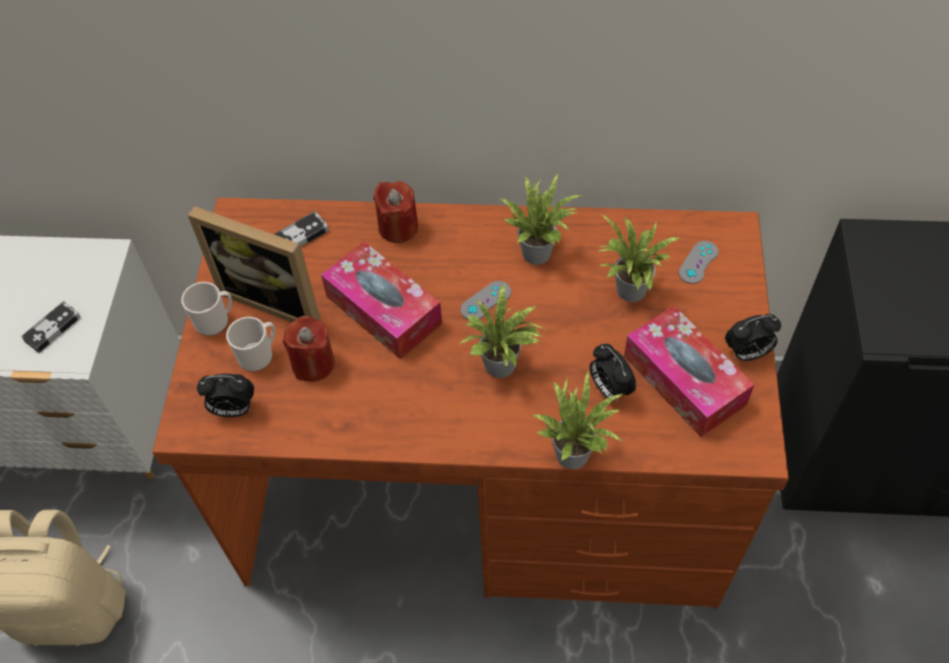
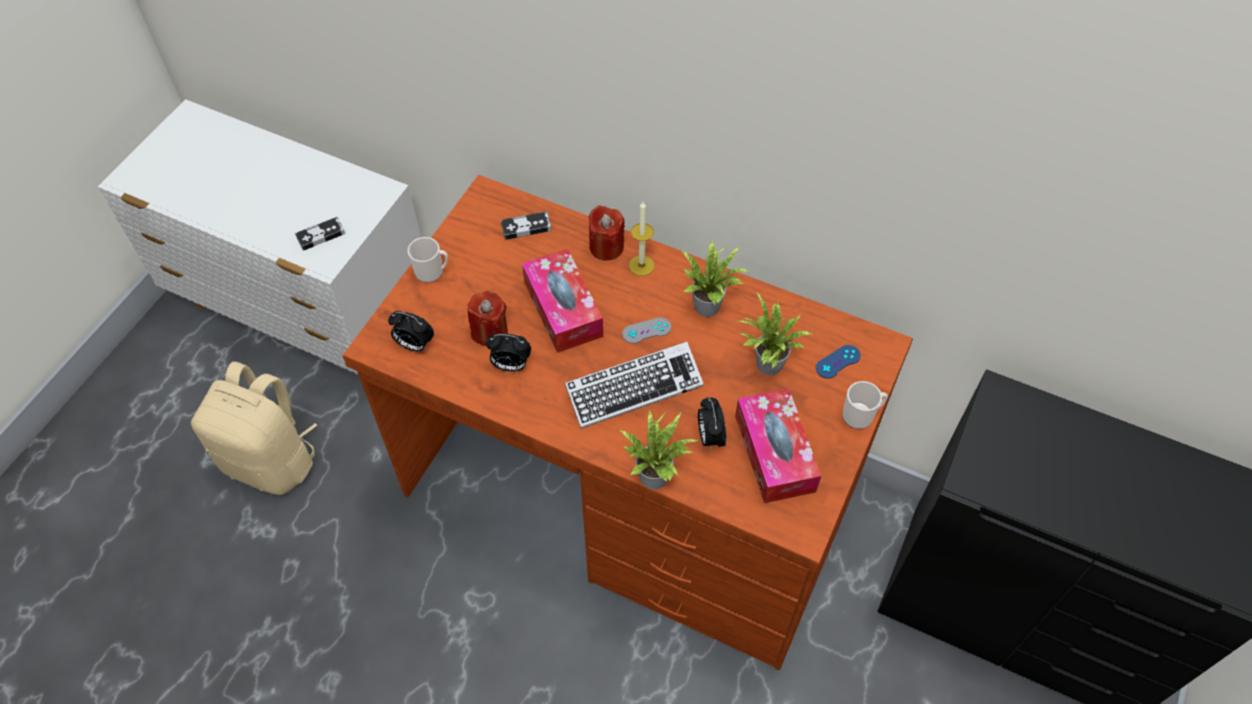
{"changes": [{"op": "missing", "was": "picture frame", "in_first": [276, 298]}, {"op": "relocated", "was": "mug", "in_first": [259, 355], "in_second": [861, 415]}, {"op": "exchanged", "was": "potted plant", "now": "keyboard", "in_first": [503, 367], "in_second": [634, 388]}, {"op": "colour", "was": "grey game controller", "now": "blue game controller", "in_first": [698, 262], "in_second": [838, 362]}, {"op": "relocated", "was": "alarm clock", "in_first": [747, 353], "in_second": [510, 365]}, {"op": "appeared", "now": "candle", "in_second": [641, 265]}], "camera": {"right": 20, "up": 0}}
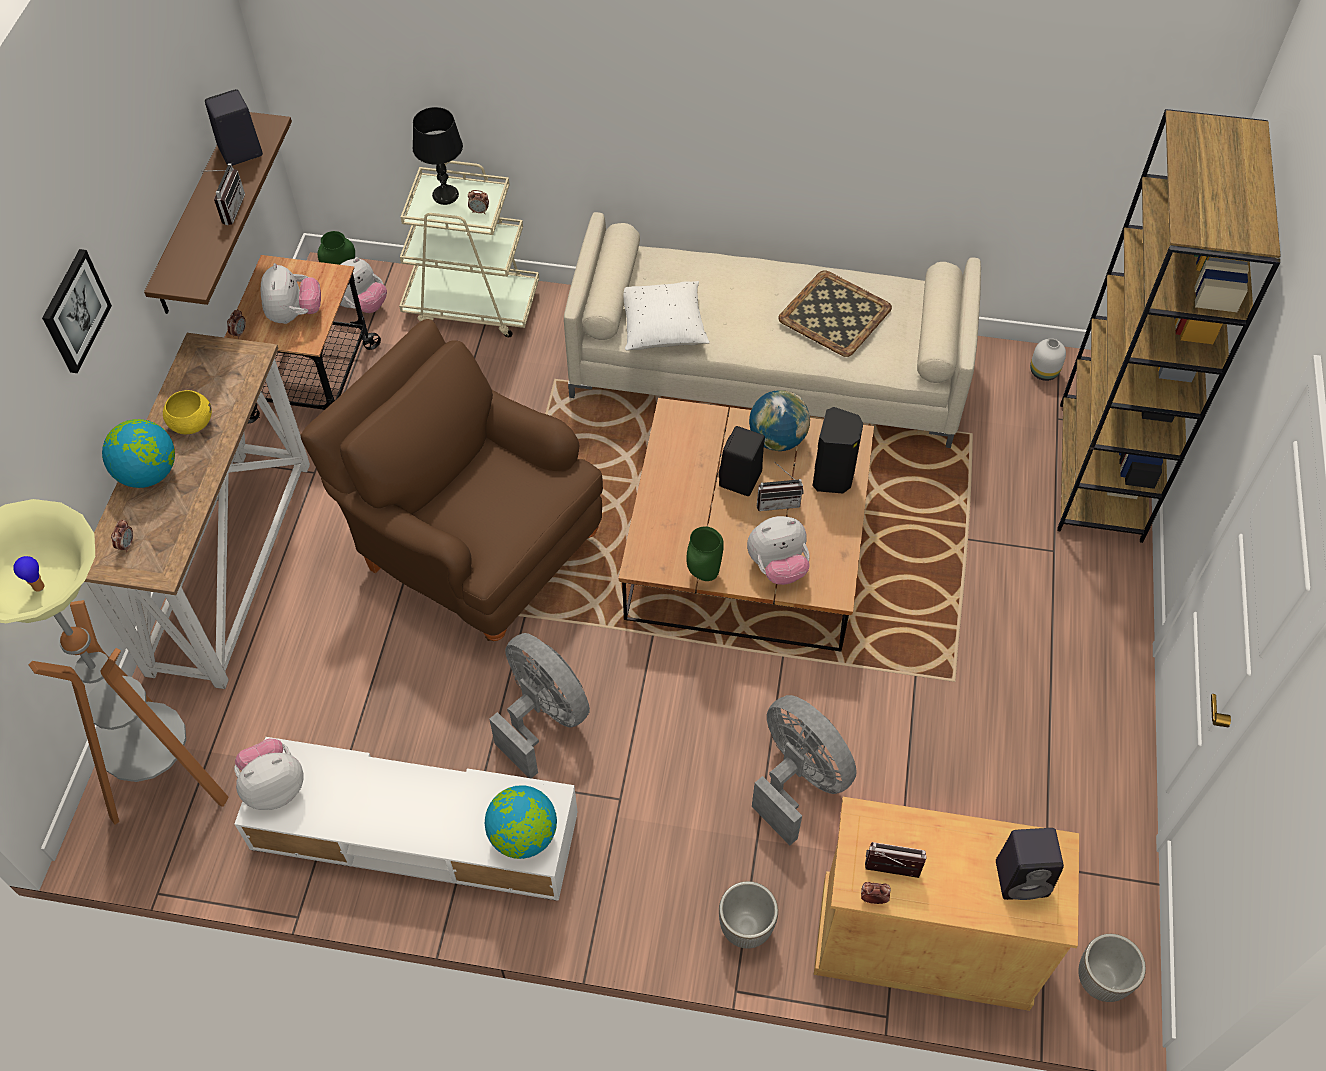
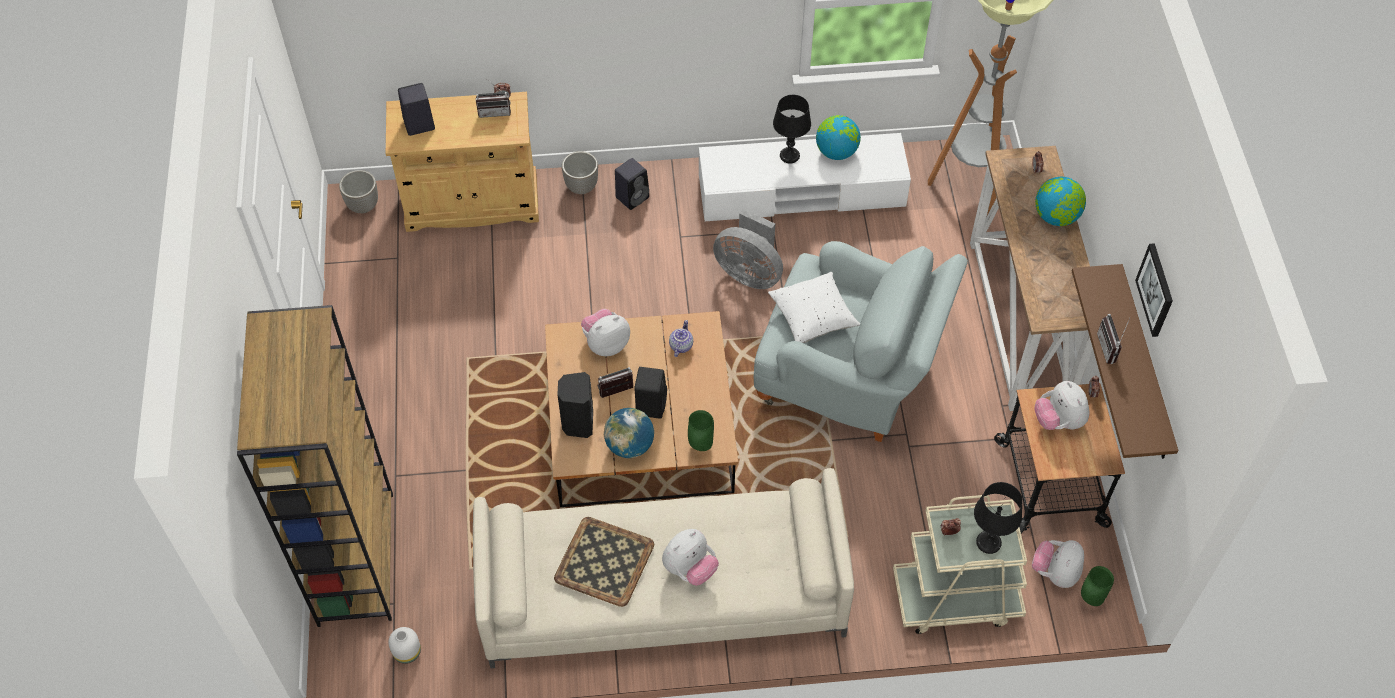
{"changes": [{"op": "relocated", "was": "picture", "in_first": [74, 311], "in_second": [1156, 290]}, {"op": "missing", "was": "yellow bowl", "in_first": [191, 423]}, {"op": "relocated", "was": "black speaker", "in_first": [239, 152], "in_second": [633, 196]}, {"op": "relocated", "was": "plush toy", "in_first": [274, 786], "in_second": [690, 568]}, {"op": "colour", "was": "brown armchair", "now": "grey armchair", "in_first": [473, 545], "in_second": [850, 377]}, {"op": "relocated", "was": "globe", "in_first": [523, 836], "in_second": [836, 152]}, {"op": "relocated", "was": "white pillow", "in_first": [662, 327], "in_second": [813, 317]}, {"op": "relocated", "was": "green vase", "in_first": [703, 574], "in_second": [701, 446]}, {"op": "missing", "was": "grey fan", "in_first": [798, 780]}, {"op": "appeared", "now": "teapot", "in_second": [680, 345]}, {"op": "appeared", "now": "black table lamp", "in_second": [790, 156]}], "camera": {"right": 165, "up": 0}}
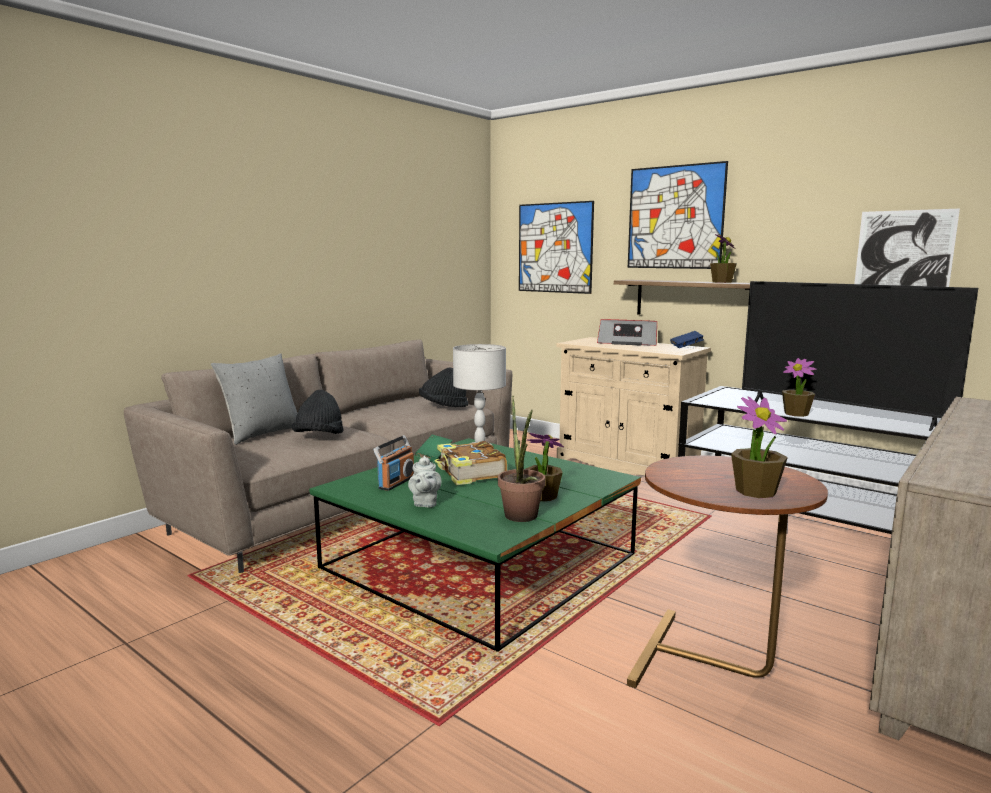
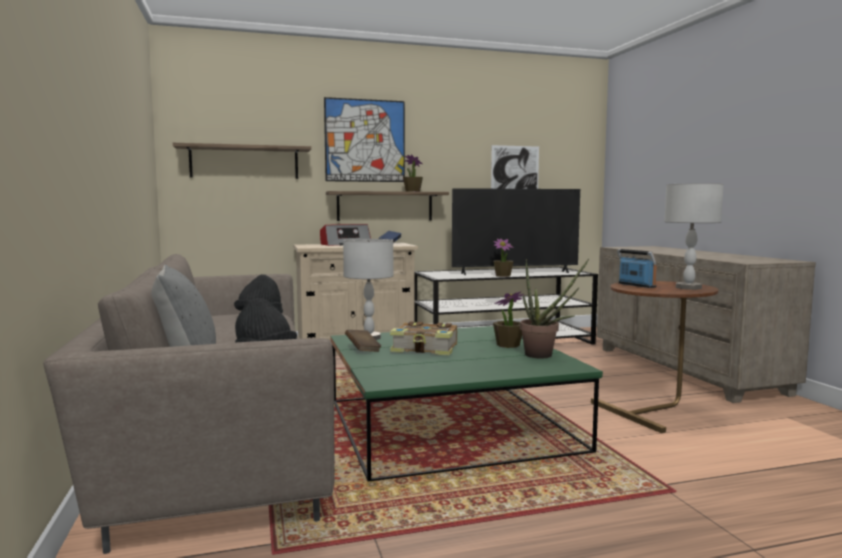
{"changes": [{"op": "relocated", "was": "radio", "in_first": [396, 482], "in_second": [636, 285]}, {"op": "missing", "was": "grey teapot", "in_first": [425, 503]}, {"op": "colour", "was": "green book", "now": "brown book", "in_first": [434, 457], "in_second": [363, 349]}, {"op": "exchanged", "was": "picture", "now": "shelf", "in_first": [554, 248], "in_second": [244, 162]}, {"op": "exchanged", "was": "potted plant", "now": "grey table lamp", "in_first": [756, 491], "in_second": [688, 287]}], "camera": {"right": -55, "up": -5}}
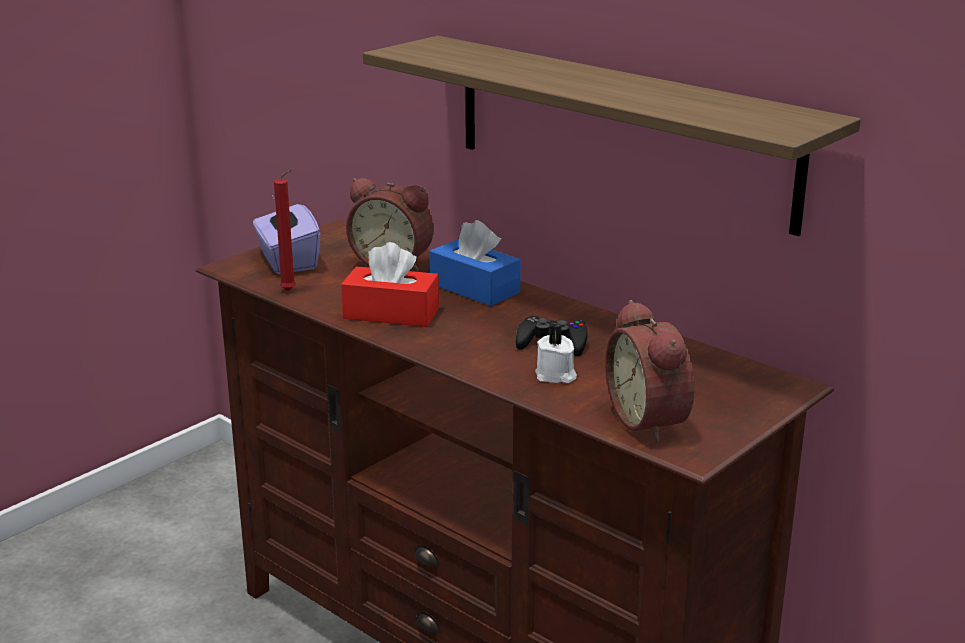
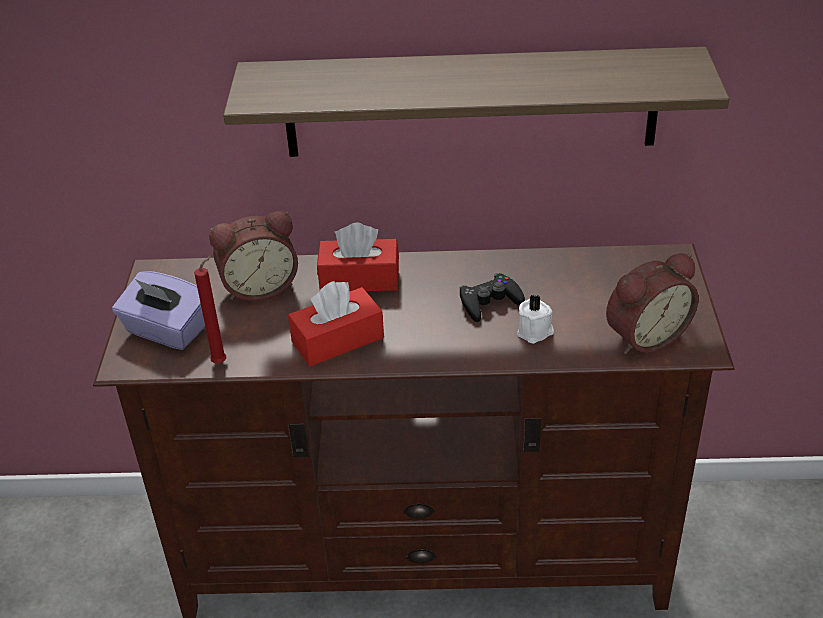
{"changes": [{"op": "colour", "was": "blue tissue box", "now": "red tissue box", "in_first": [474, 288], "in_second": [359, 279]}, {"op": "spun", "was": "alarm clock", "in_first": [652, 420], "in_second": [644, 336], "clockwise": -60}], "camera": {"right": -40, "up": 15}}
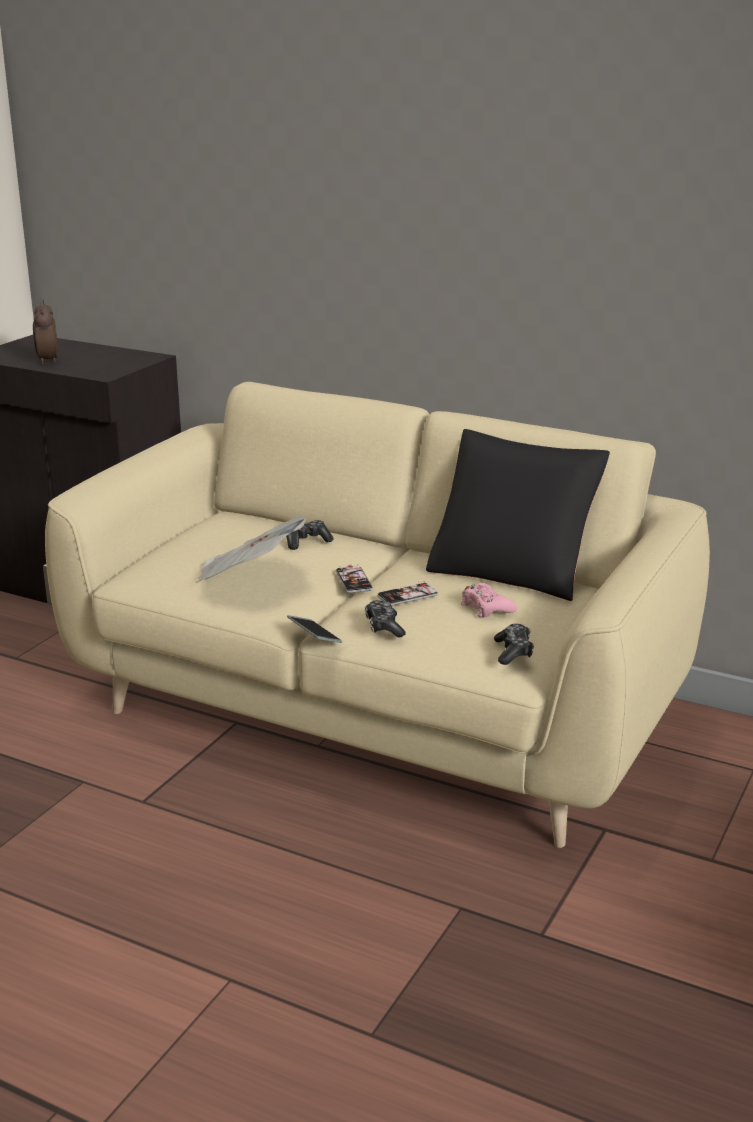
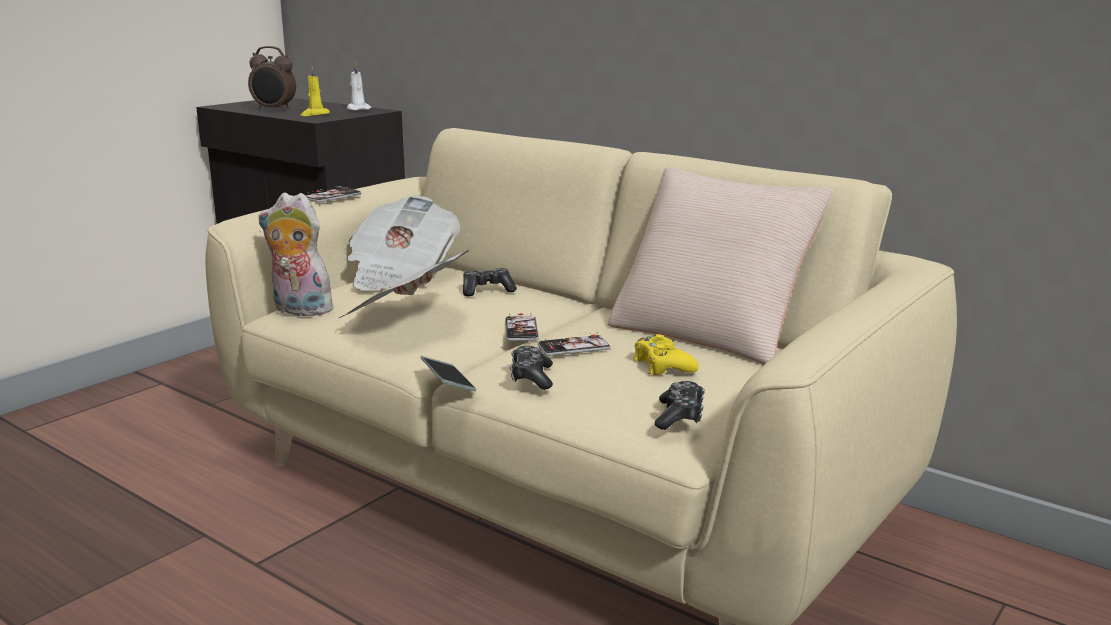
{"changes": [{"op": "spun", "was": "alarm clock", "in_first": [47, 361], "in_second": [274, 110], "clockwise": -75}, {"op": "colour", "was": "black pillow", "now": "beige pillow", "in_first": [513, 569], "in_second": [711, 330]}, {"op": "colour", "was": "pink game controller", "now": "yellow game controller", "in_first": [486, 608], "in_second": [663, 365]}, {"op": "appeared", "now": "plush toy", "in_second": [299, 310]}, {"op": "appeared", "now": "yellow candle", "in_second": [314, 114]}, {"op": "appeared", "now": "phone", "in_second": [333, 196]}, {"op": "appeared", "now": "white candle", "in_second": [358, 109]}, {"op": "appeared", "now": "newspaper", "in_second": [400, 274]}], "camera": {"right": 10, "up": -5}}
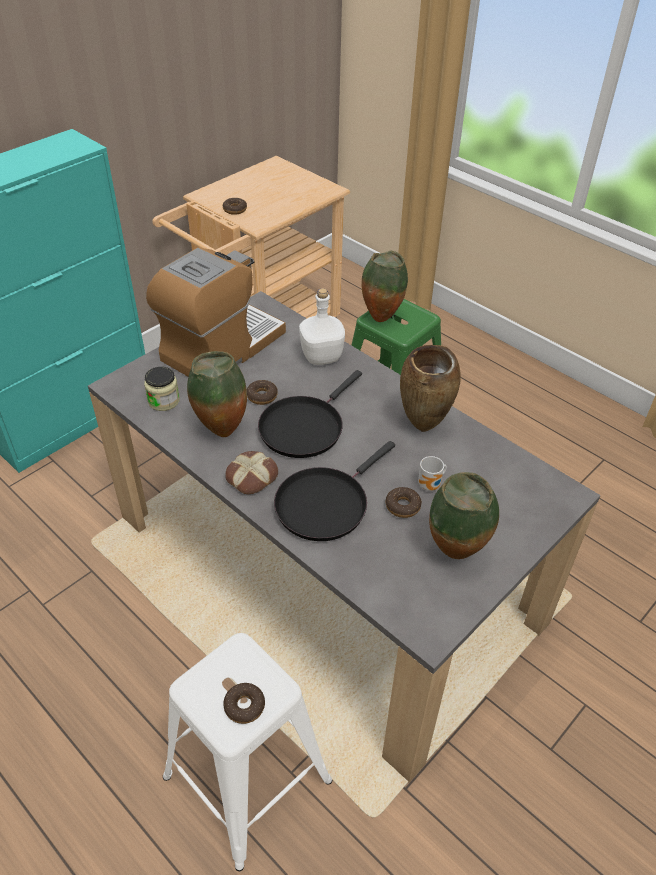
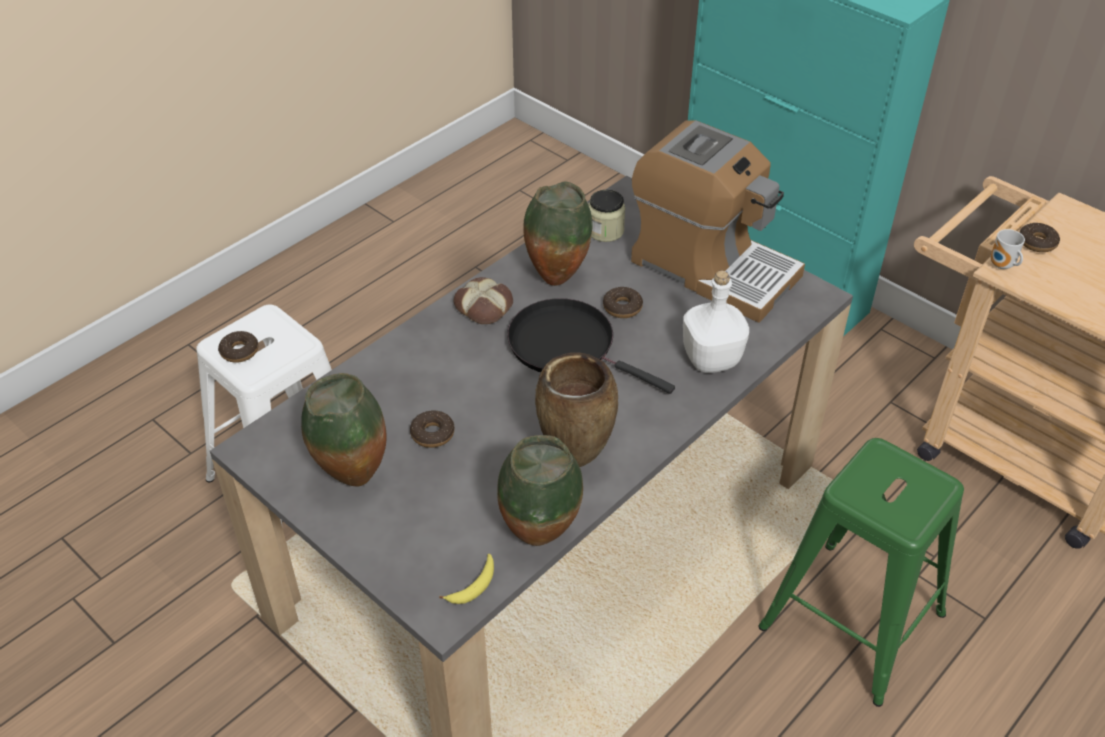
{"changes": [{"op": "missing", "was": "black frying pan", "in_first": [325, 503]}, {"op": "relocated", "was": "vase", "in_first": [381, 317], "in_second": [541, 538]}, {"op": "relocated", "was": "mug", "in_first": [431, 486], "in_second": [1002, 266]}, {"op": "appeared", "now": "banana", "in_second": [473, 585]}], "camera": {"right": 90, "up": 0}}
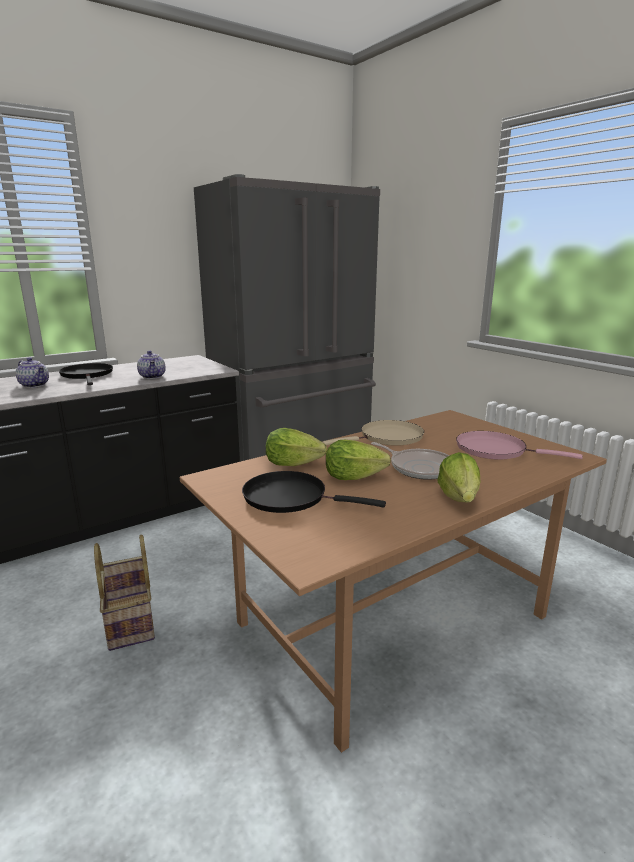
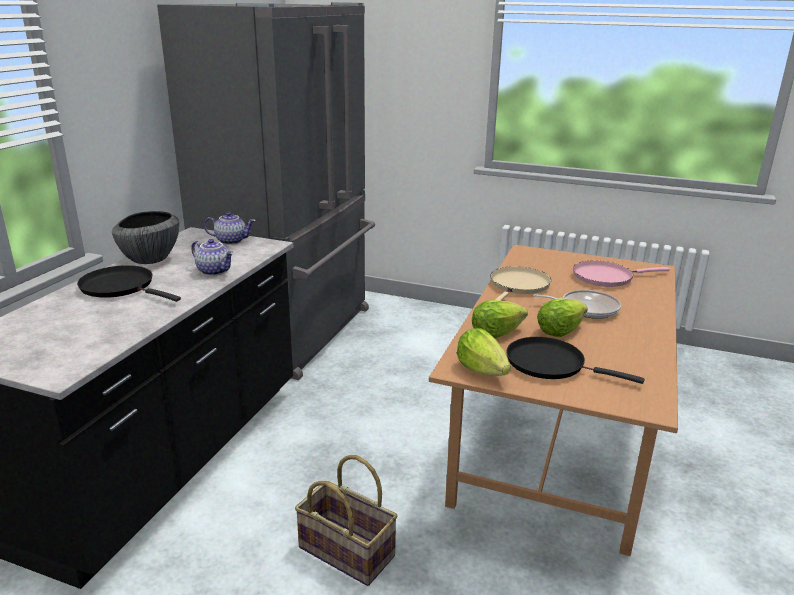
{"changes": [{"op": "relocated", "was": "teapot", "in_first": [35, 385], "in_second": [231, 241]}, {"op": "spun", "was": "black frying pan", "in_first": [290, 497], "in_second": [550, 364], "clockwise": 45}, {"op": "relocated", "was": "lettuce", "in_first": [459, 497], "in_second": [482, 370]}, {"op": "appeared", "now": "bowl", "in_second": [150, 259]}], "camera": {"right": -35, "up": 5}}
